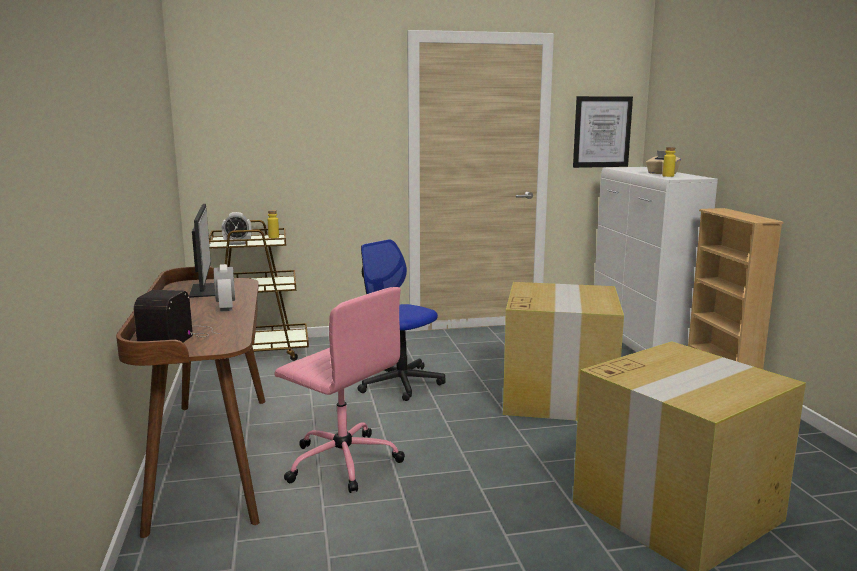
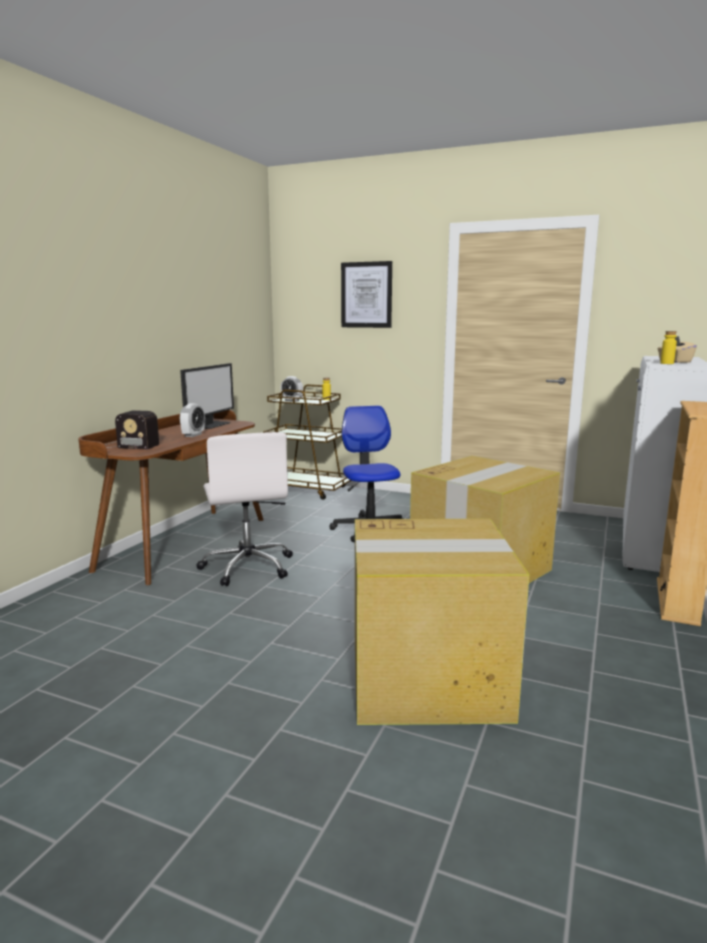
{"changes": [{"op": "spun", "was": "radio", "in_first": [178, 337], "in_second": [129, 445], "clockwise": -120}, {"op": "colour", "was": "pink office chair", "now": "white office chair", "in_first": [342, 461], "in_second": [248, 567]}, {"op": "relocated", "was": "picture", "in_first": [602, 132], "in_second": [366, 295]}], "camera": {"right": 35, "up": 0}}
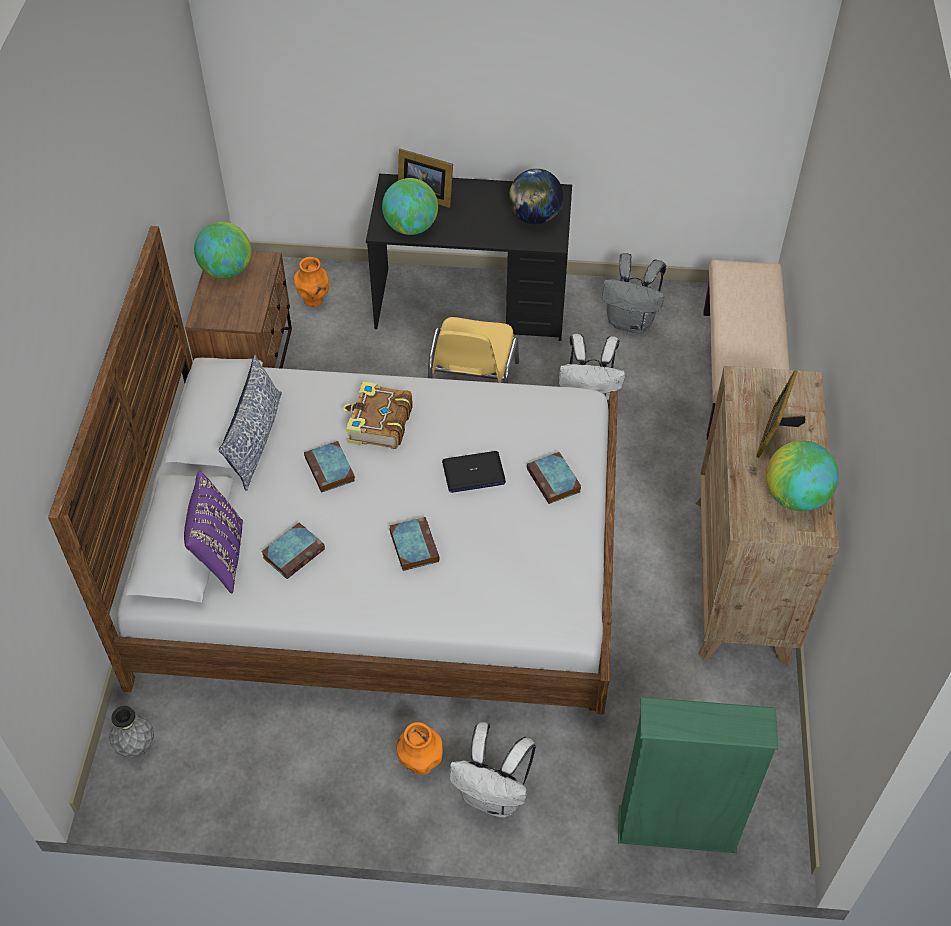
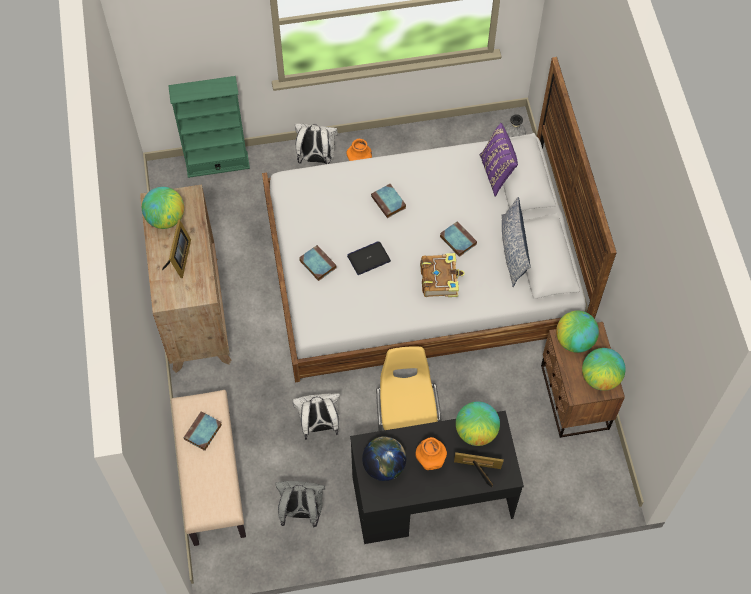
{"changes": [{"op": "relocated", "was": "book", "in_first": [294, 552], "in_second": [203, 433]}, {"op": "relocated", "was": "orange vase", "in_first": [313, 300], "in_second": [430, 462]}, {"op": "appeared", "now": "globe", "in_second": [574, 340]}], "camera": {"right": 165, "up": 10}}
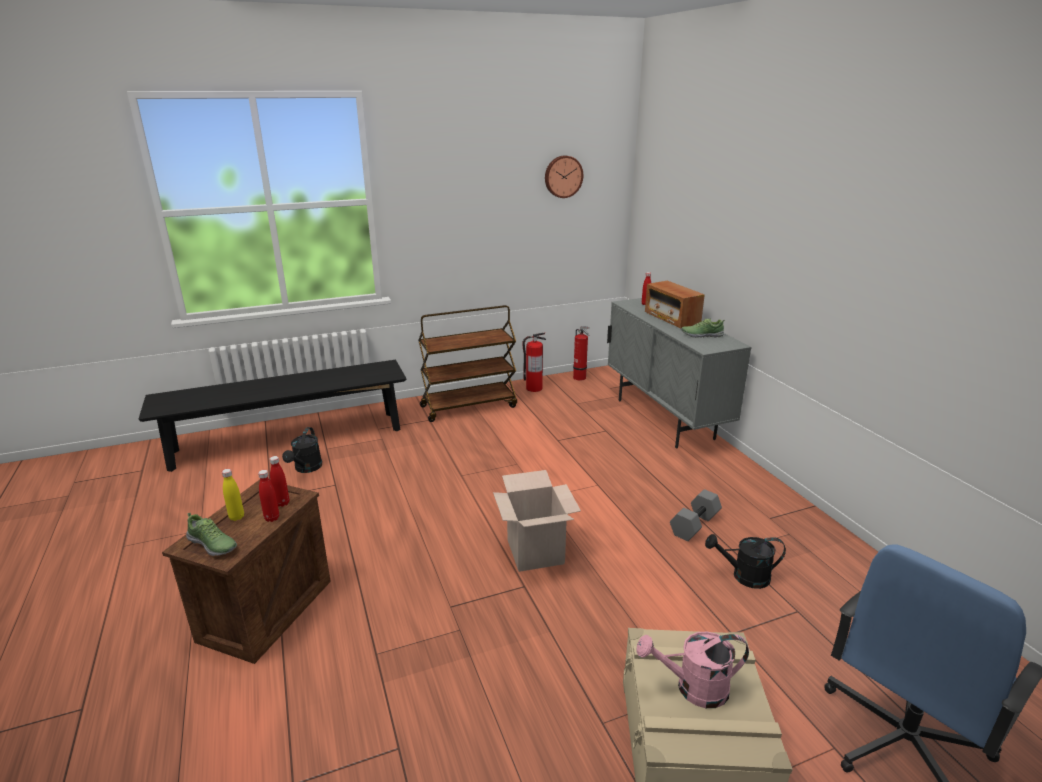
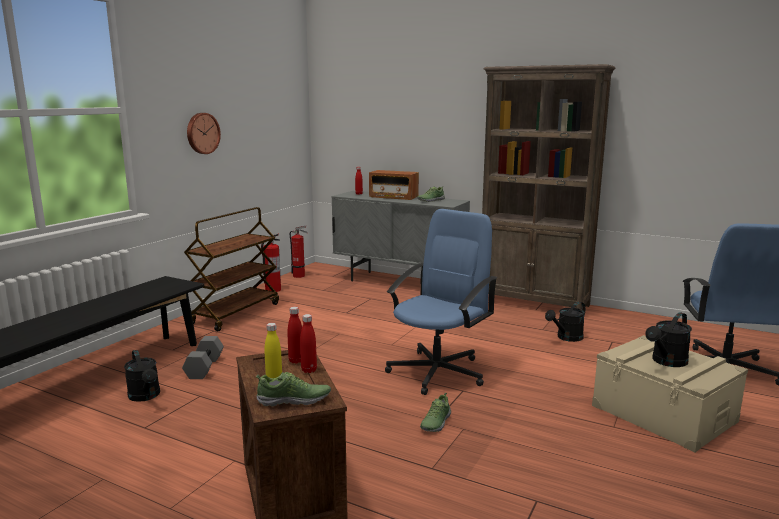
{"changes": [{"op": "exchanged", "was": "cardboard box", "now": "blue office chair", "in_first": [535, 551], "in_second": [438, 372]}, {"op": "relocated", "was": "wall clock", "in_first": [563, 176], "in_second": [202, 133]}, {"op": "colour", "was": "pink watering can", "now": "black watering can", "in_first": [693, 688], "in_second": [666, 362]}, {"op": "relocated", "was": "grey dumbbell", "in_first": [694, 524], "in_second": [204, 367]}, {"op": "appeared", "now": "shoe", "in_second": [435, 422]}, {"op": "appeared", "now": "brown bookcase", "in_second": [534, 303]}], "camera": {"right": -40, "up": -10}}
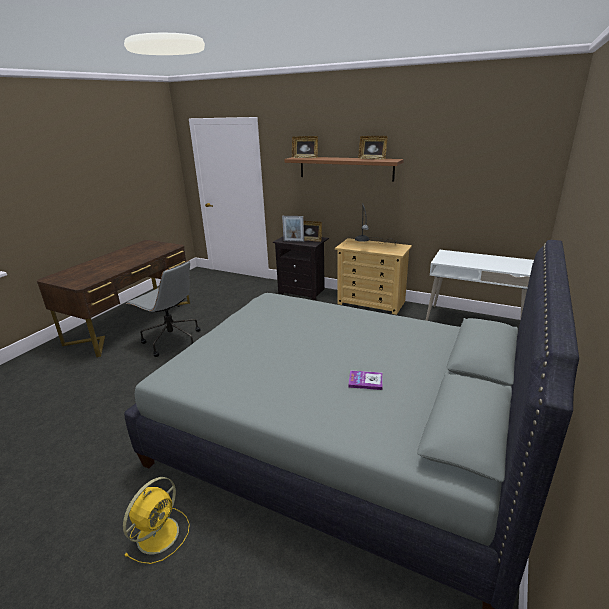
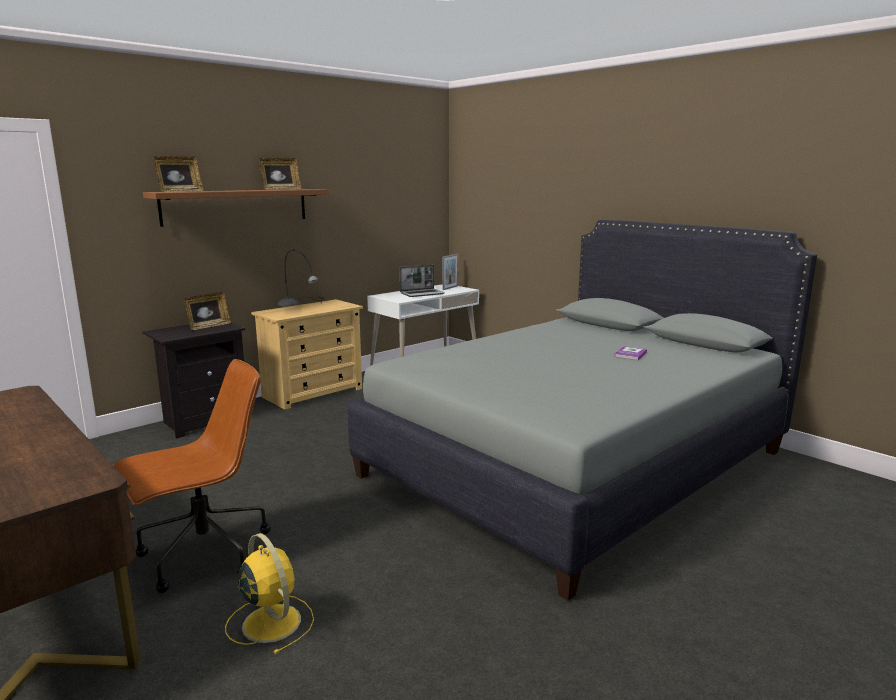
{"changes": [{"op": "relocated", "was": "yellow fan", "in_first": [159, 533], "in_second": [270, 621]}, {"op": "colour", "was": "grey office chair", "now": "brown office chair", "in_first": [171, 341], "in_second": [203, 555]}, {"op": "relocated", "was": "picture frame", "in_first": [293, 241], "in_second": [450, 288]}, {"op": "appeared", "now": "laptop", "in_second": [422, 294]}], "camera": {"right": -70, "up": -10}}
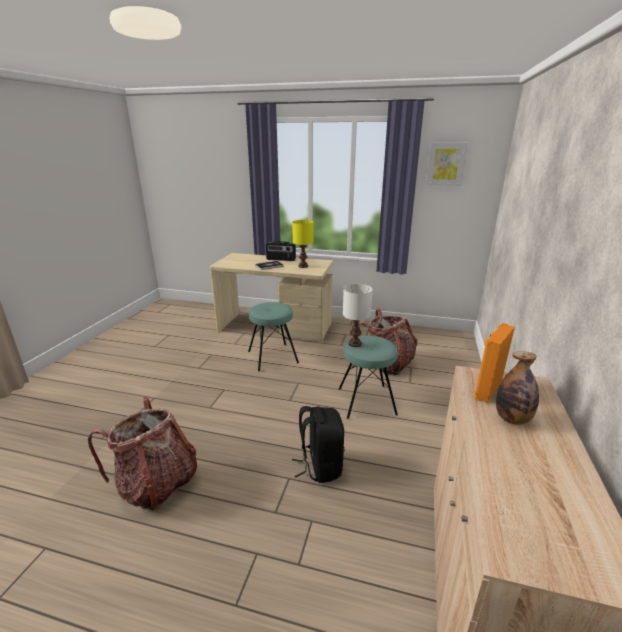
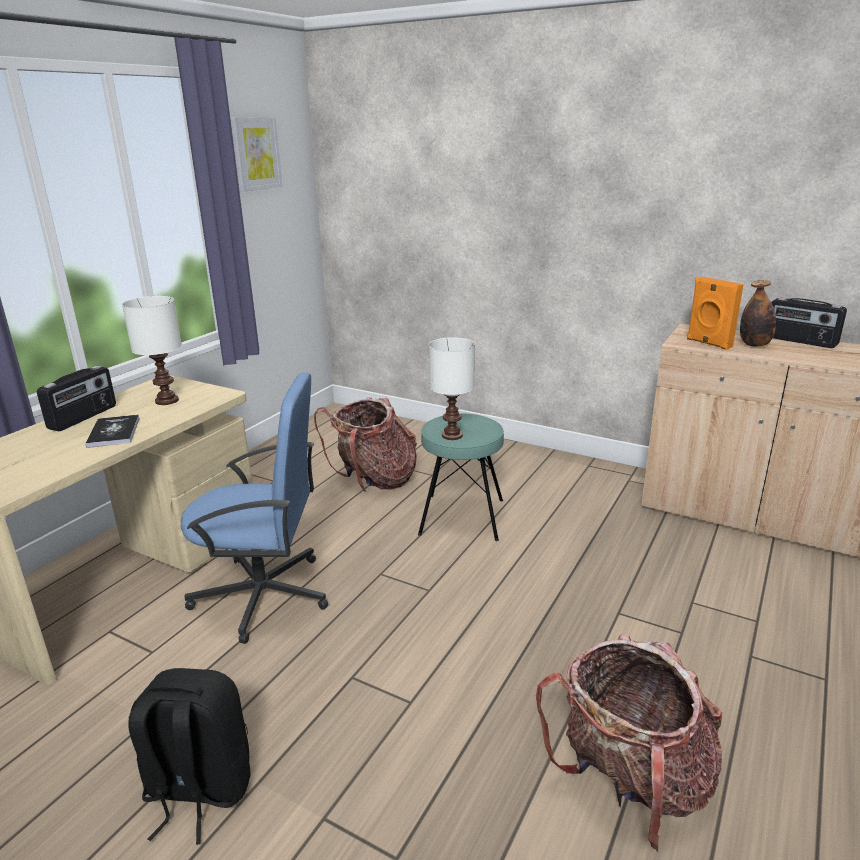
{"changes": [{"op": "exchanged", "was": "turquoise stool", "now": "blue office chair", "in_first": [272, 357], "in_second": [264, 595]}, {"op": "colour", "was": "yellow table lamp", "now": "white table lamp", "in_first": [303, 266], "in_second": [166, 401]}, {"op": "relocated", "was": "black backpack", "in_first": [320, 466], "in_second": [198, 790]}, {"op": "appeared", "now": "radio", "in_second": [800, 341]}], "camera": {"right": -75, "up": 0}}
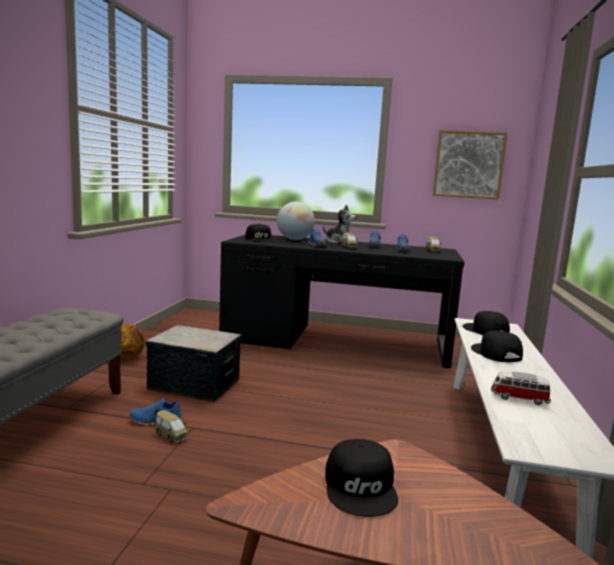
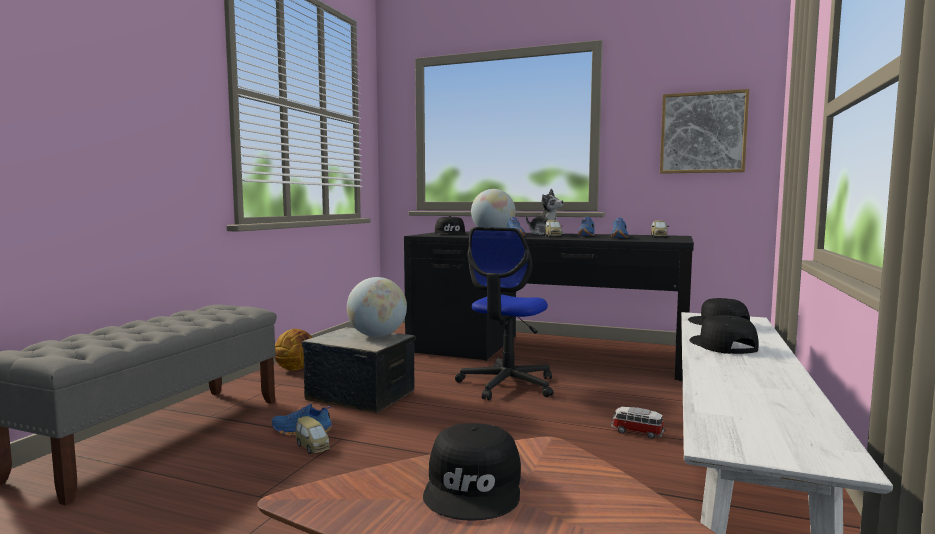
{"changes": [{"op": "relocated", "was": "toy car", "in_first": [519, 398], "in_second": [636, 432]}, {"op": "appeared", "now": "globe", "in_second": [377, 336]}, {"op": "appeared", "now": "office chair", "in_second": [507, 385]}], "camera": {"right": 10, "up": -5}}
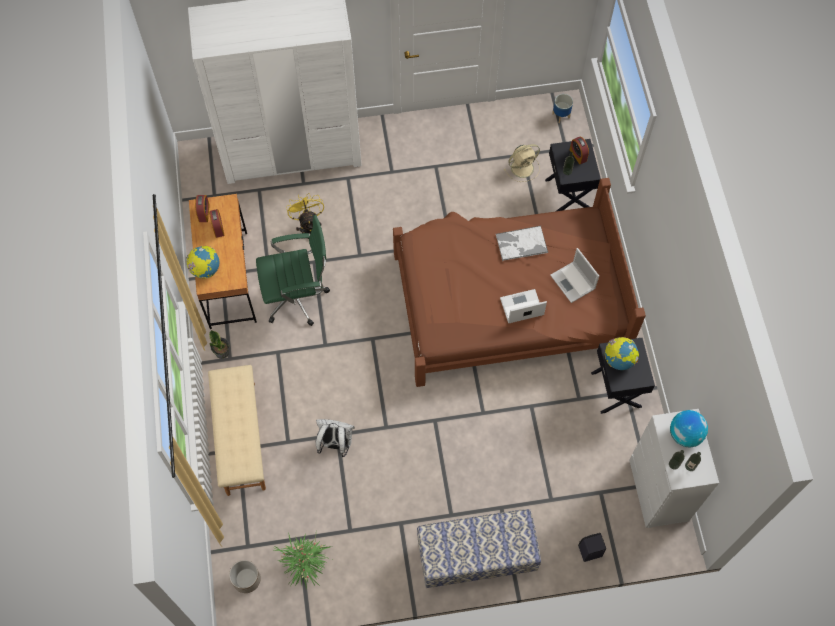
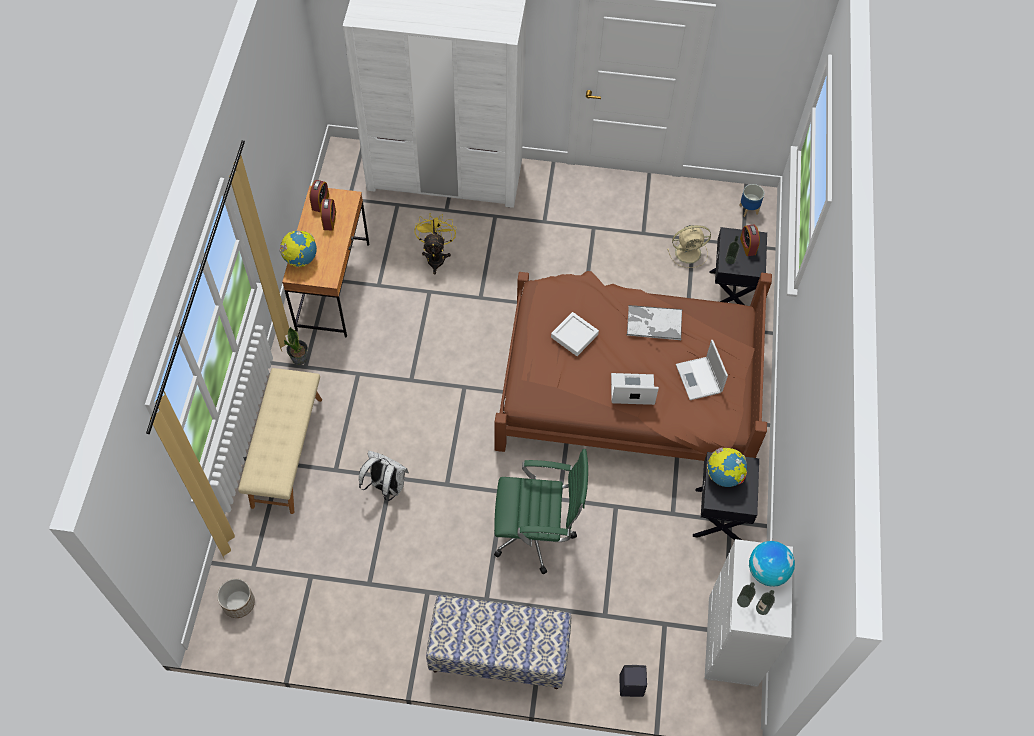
{"changes": [{"op": "relocated", "was": "green office chair", "in_first": [298, 297], "in_second": [537, 534]}, {"op": "missing", "was": "potted plant", "in_first": [304, 562]}, {"op": "appeared", "now": "white tray", "in_second": [574, 336]}], "camera": {"right": 15, "up": -5}}
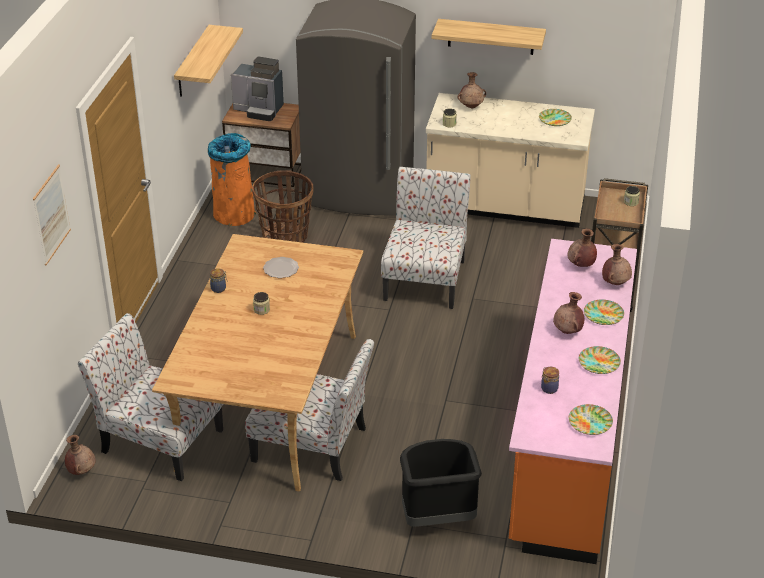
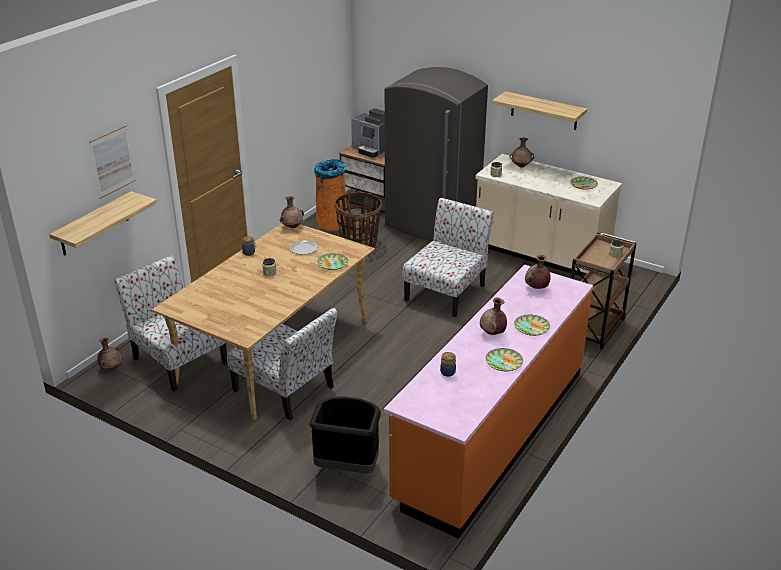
{"changes": [{"op": "relocated", "was": "shelf", "in_first": [193, 62], "in_second": [94, 224]}, {"op": "relocated", "was": "plate", "in_first": [590, 422], "in_second": [333, 263]}, {"op": "relocated", "was": "brown vase", "in_first": [615, 283], "in_second": [292, 227]}], "camera": {"right": 20, "up": -5}}
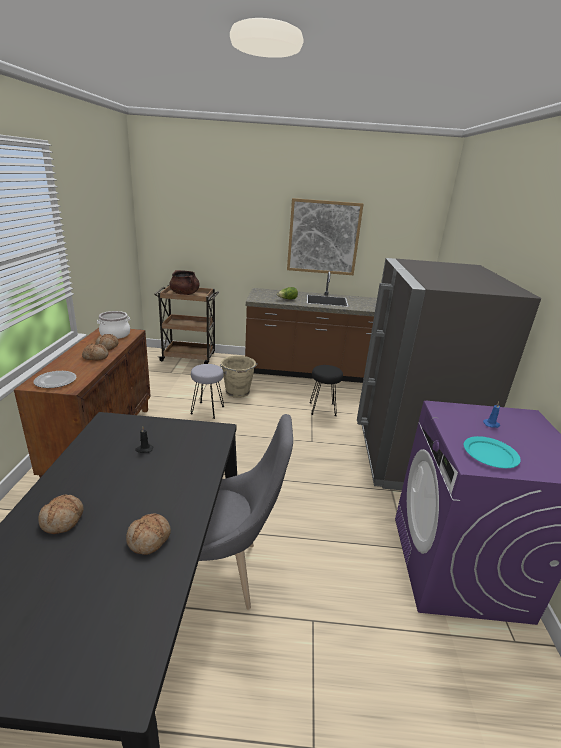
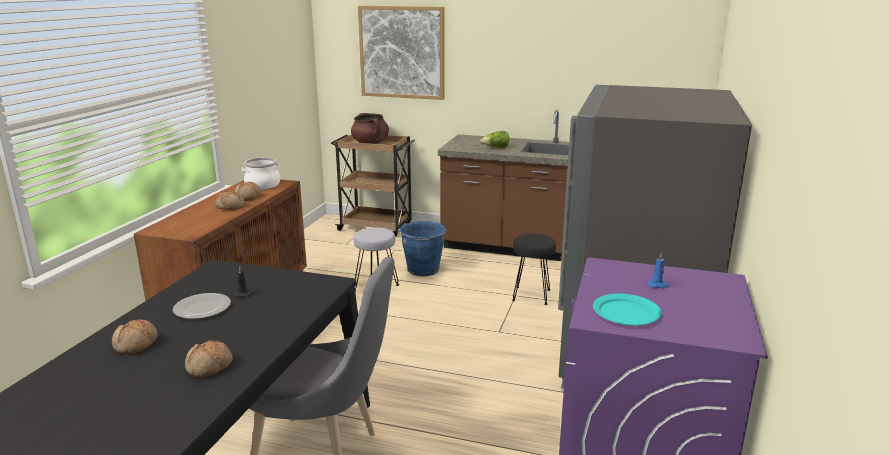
{"changes": [{"op": "relocated", "was": "plate", "in_first": [55, 381], "in_second": [201, 308]}, {"op": "colour", "was": "beige bucket", "now": "blue bucket", "in_first": [237, 392], "in_second": [423, 270]}, {"op": "relocated", "was": "picture", "in_first": [323, 237], "in_second": [402, 52]}], "camera": {"right": 15, "up": -5}}
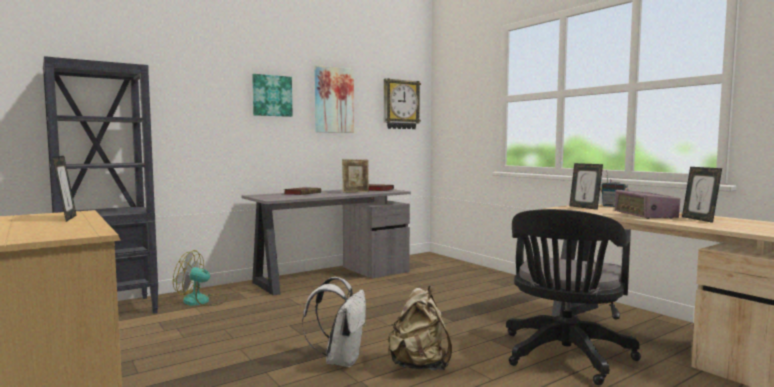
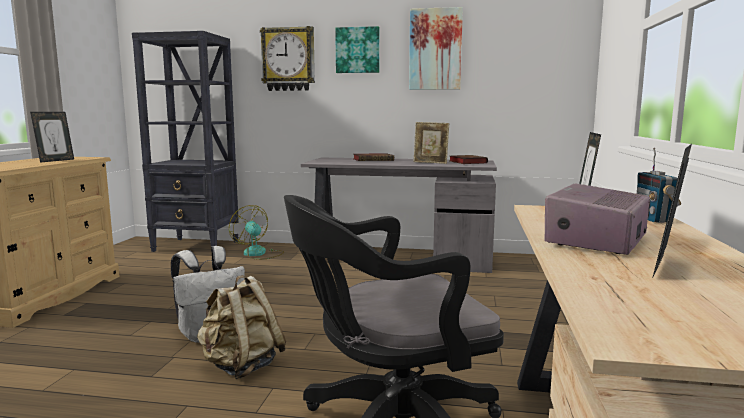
{"changes": [{"op": "relocated", "was": "wall clock", "in_first": [400, 104], "in_second": [288, 59]}], "camera": {"right": 45, "up": 5}}
